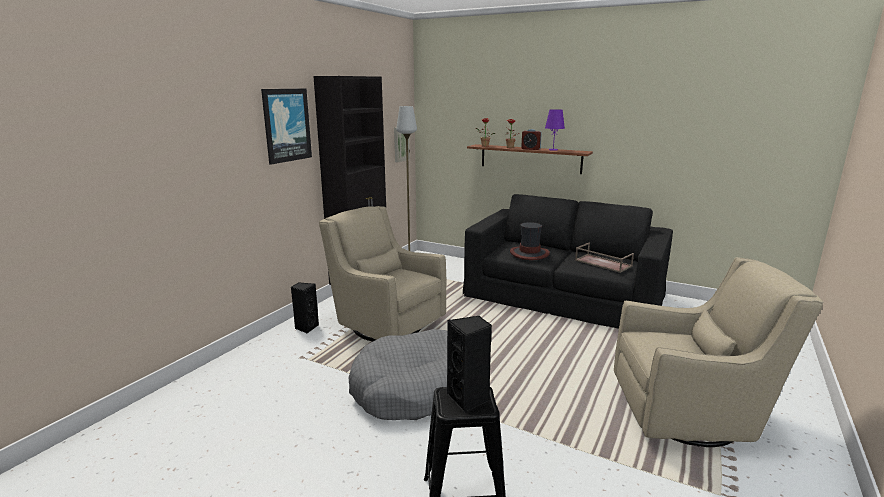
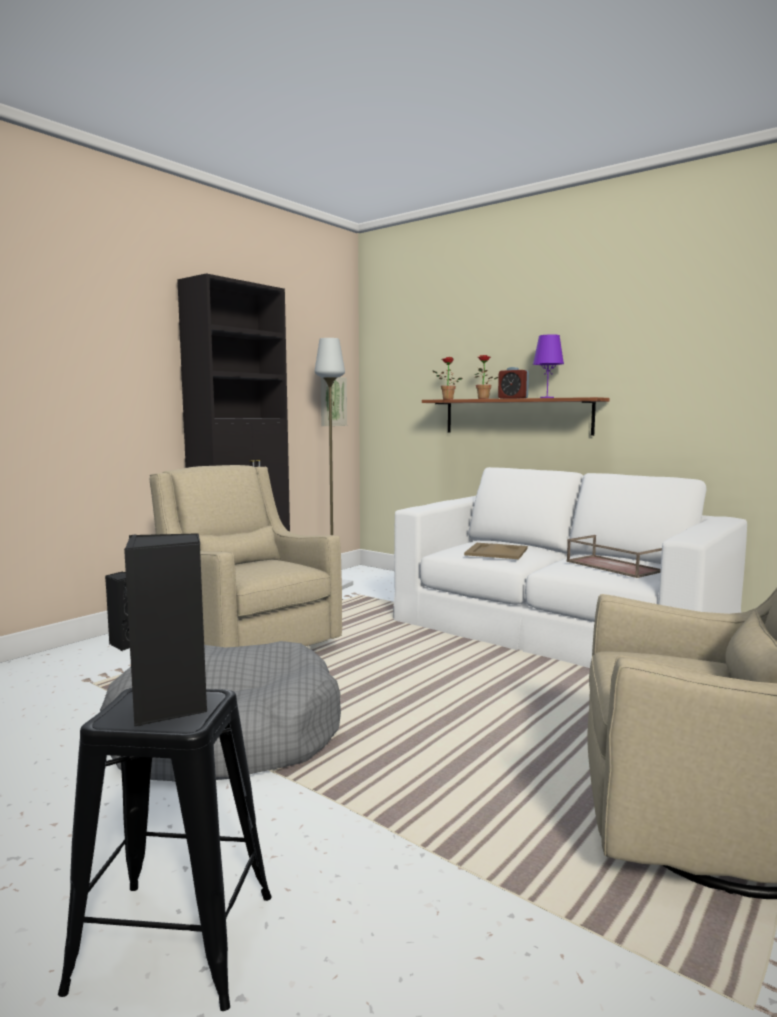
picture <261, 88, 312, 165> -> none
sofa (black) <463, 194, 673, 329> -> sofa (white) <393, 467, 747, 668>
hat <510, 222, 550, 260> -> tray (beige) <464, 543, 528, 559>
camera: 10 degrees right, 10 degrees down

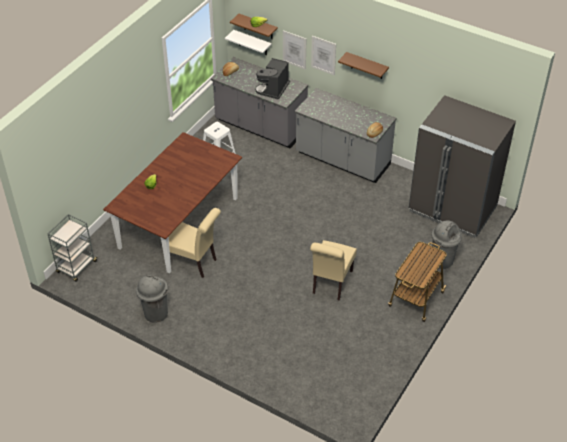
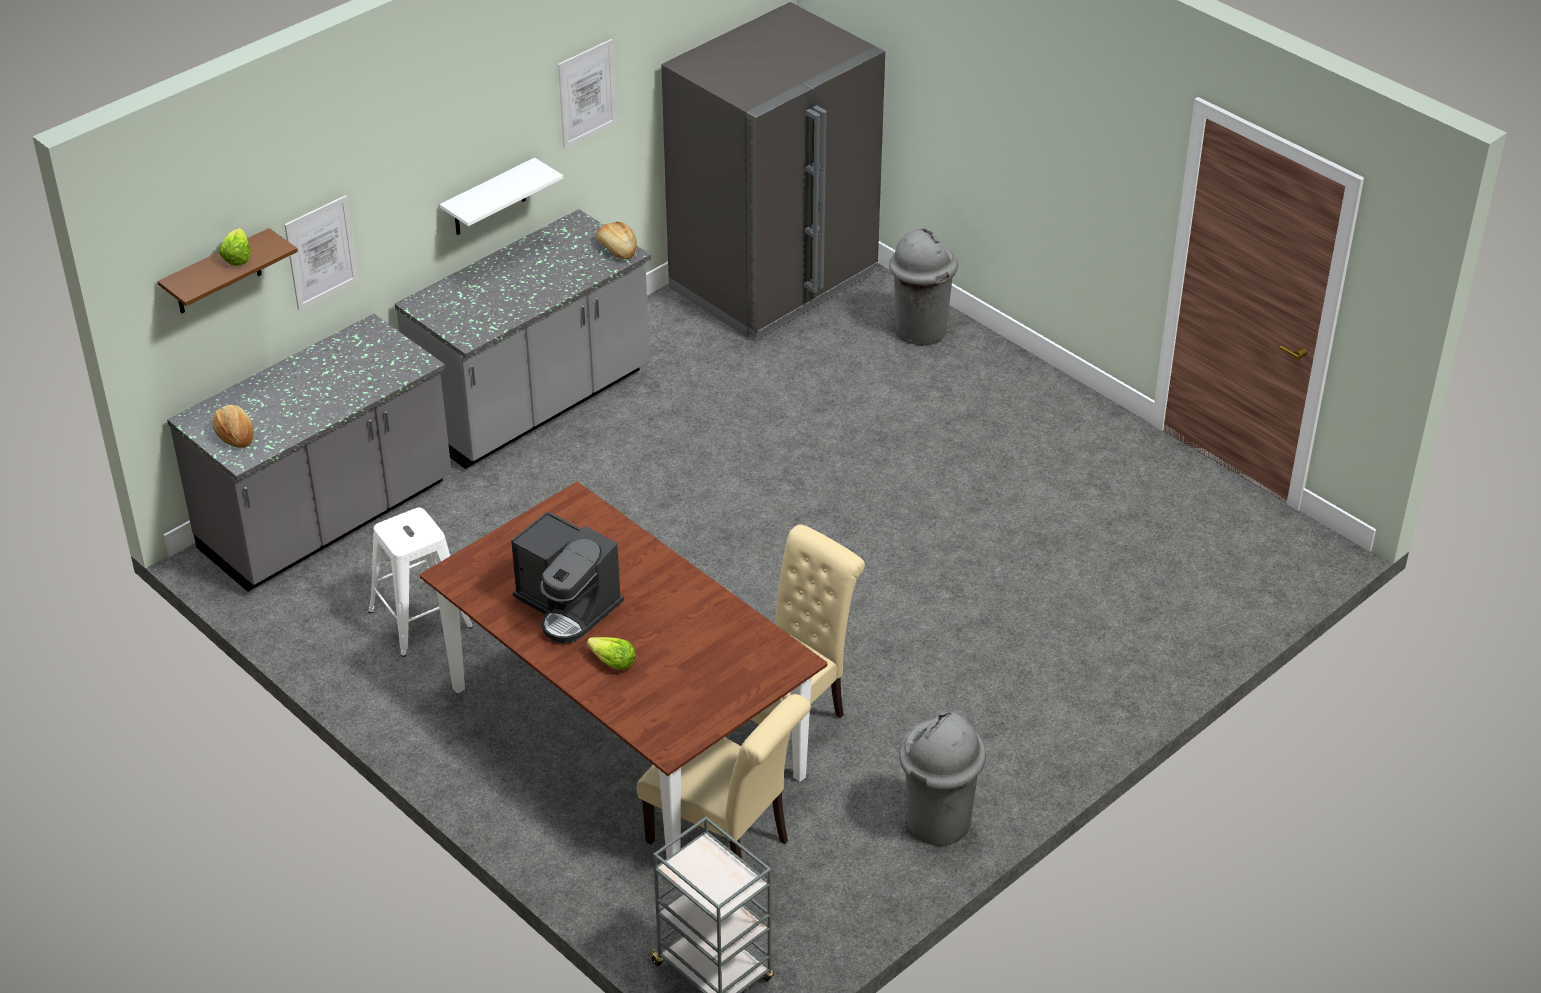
shelf (white) <225, 30, 272, 55> -> shelf (white) <440, 158, 563, 235>, relocated
coffee machine <255, 58, 290, 99> -> coffee machine <511, 511, 624, 643>, relocated
chair (beige) <310, 240, 357, 300> -> chair (beige) <637, 694, 811, 859>, relocated
picture <311, 36, 336, 75> -> picture <558, 39, 617, 149>, relocated
shelf (brown) <338, 52, 389, 79> -> none
cart <388, 242, 447, 322> -> none
camera: 75 degrees left, 5 degrees down

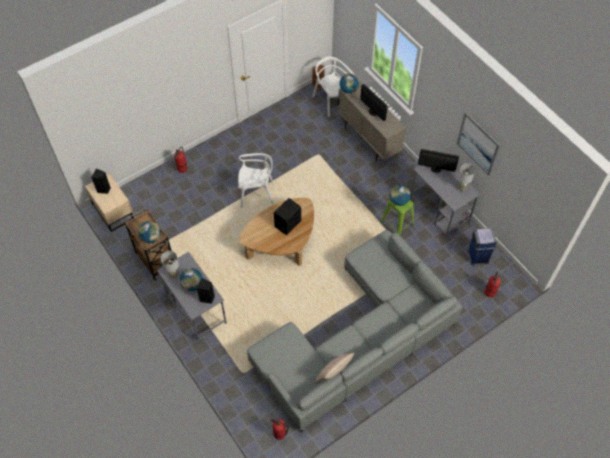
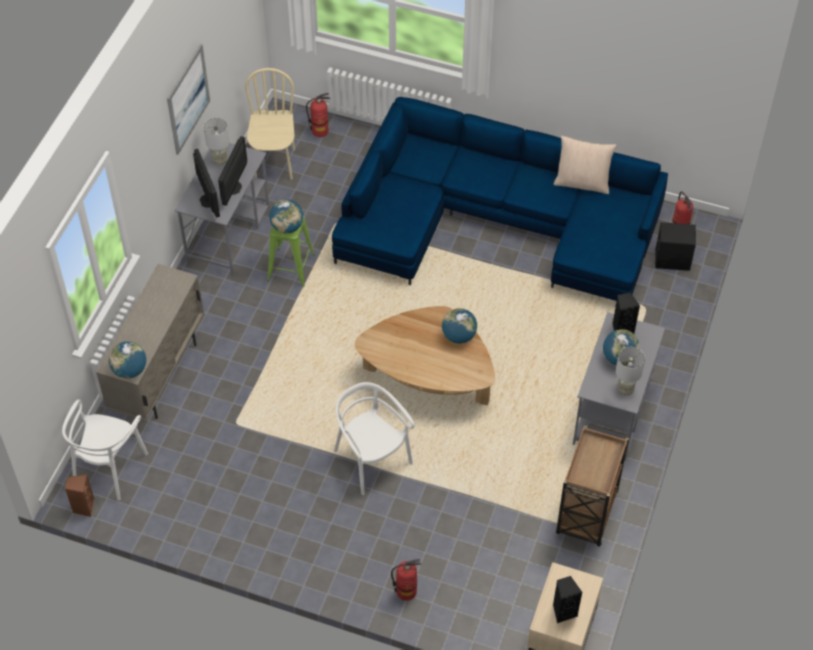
globe <138, 221, 161, 243> -> globe <442, 308, 477, 344>, relocated
sofa (grey) <247, 230, 462, 432> -> sofa (blue) <332, 97, 668, 301>
speaker (black) <274, 198, 301, 235> -> speaker (black) <655, 222, 696, 271>, relocated
monitor <360, 84, 388, 121> -> monitor <218, 136, 247, 206>, relocated
trash can (blue) <468, 228, 497, 265> -> chair (beige) <245, 68, 295, 180>
camera: 125 degrees left, 5 degrees down

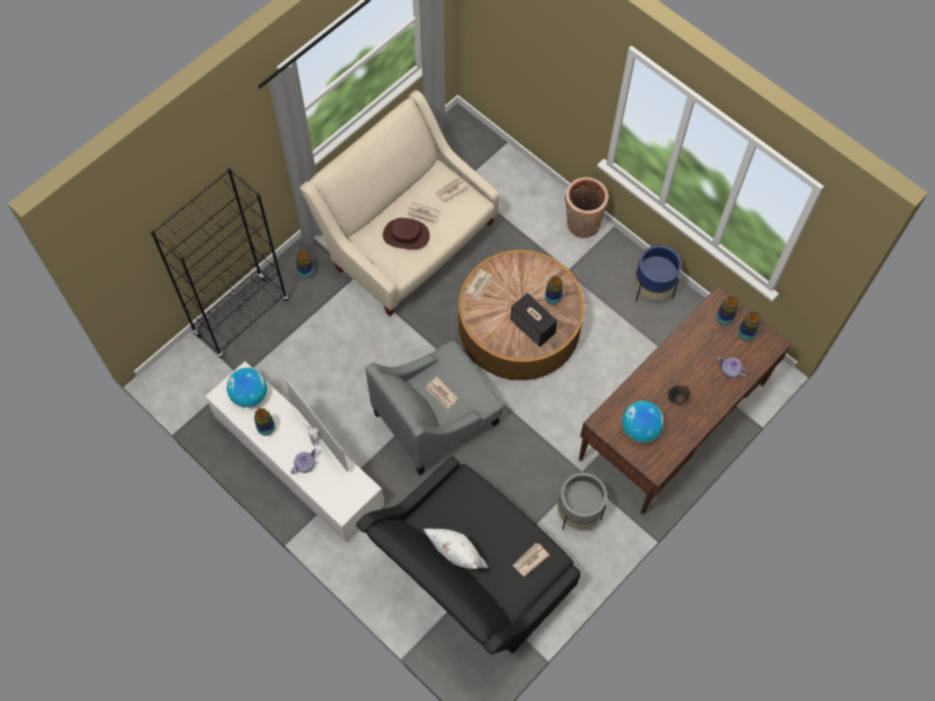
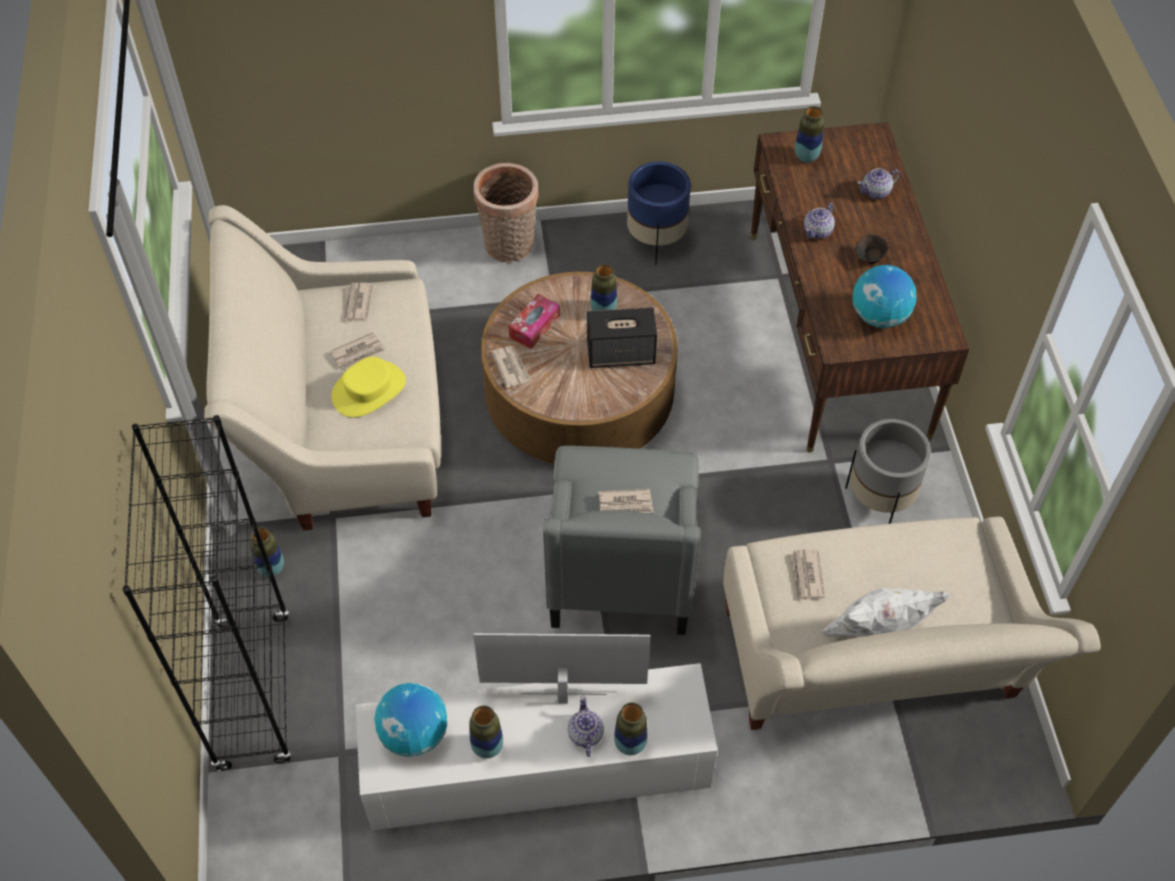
sofa (black) <356, 457, 581, 655> -> sofa (beige) <723, 516, 1101, 730>
hat (brown) <383, 218, 430, 249> -> hat (yellow) <331, 356, 406, 417>
newspaper <513, 543, 550, 577> -> newspaper <789, 549, 825, 601>, relocated
vase <738, 312, 761, 341> -> vase <614, 702, 647, 755>, relocated
none -> tissue box <508, 294, 560, 349>
none -> teapot <804, 203, 835, 239>
camera: 50 degrees left, 10 degrees down

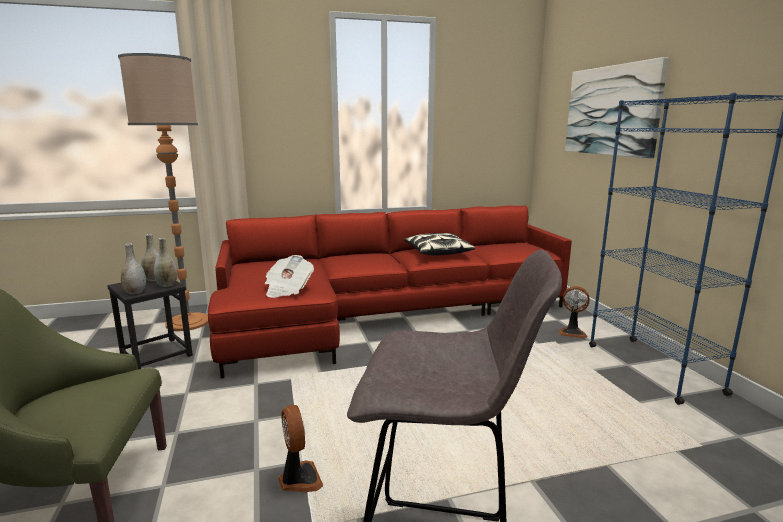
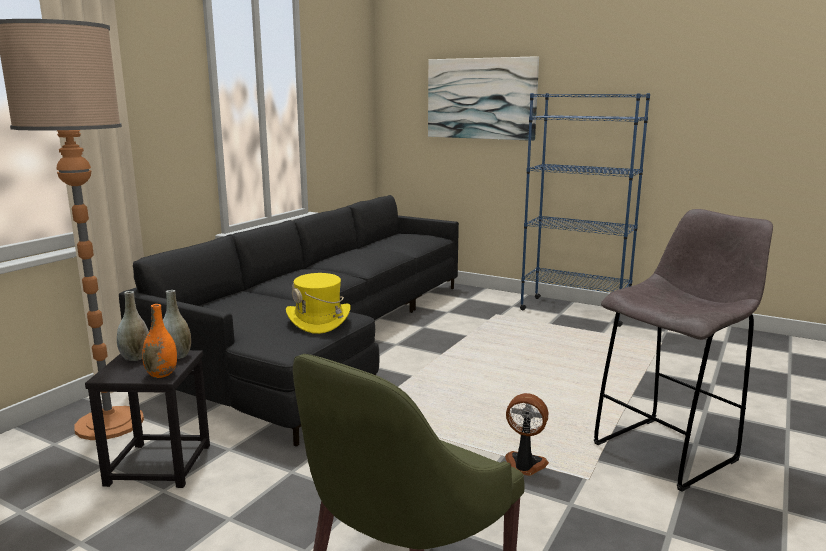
vase (grey) <121, 243, 146, 294> -> vase (orange) <142, 304, 177, 378>
sofa (red) <208, 205, 572, 378> -> sofa (black) <119, 195, 459, 447>
newspaper <265, 255, 314, 298> -> hat (yellow) <286, 273, 351, 334>
pillow <404, 233, 475, 255> -> none
fan <558, 286, 590, 338> -> none
camera: 45 degrees left, 0 degrees up

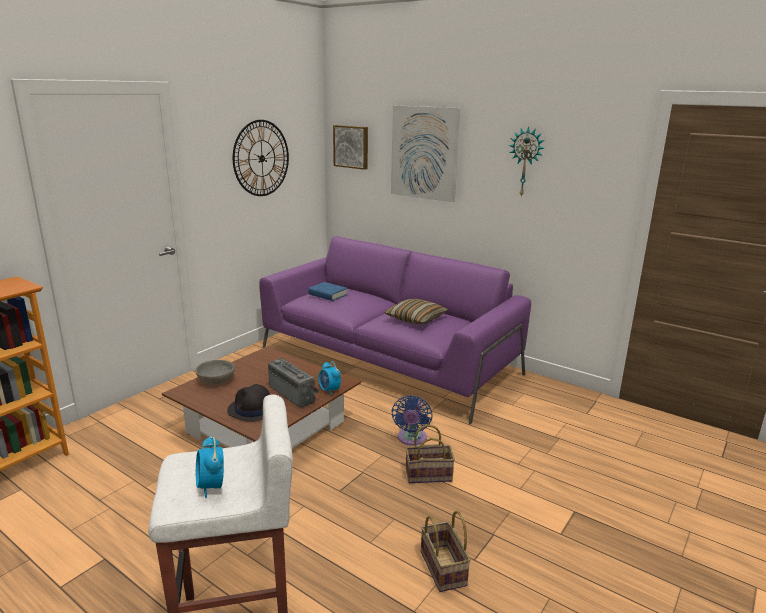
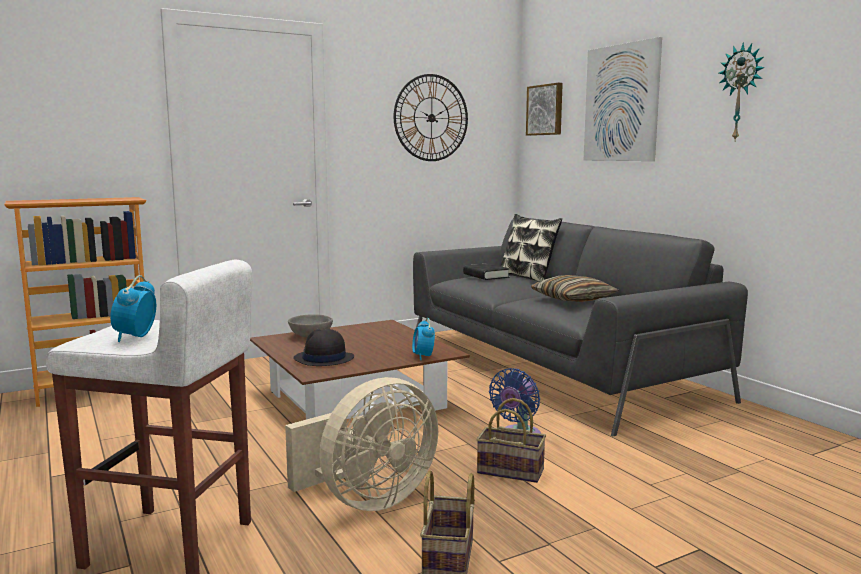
sofa (purple) <259, 236, 531, 424> -> sofa (grey) <413, 218, 748, 436>
radio <268, 358, 320, 407> -> none
book (blue) <308, 282, 348, 301> -> book (black) <463, 263, 510, 280>
none -> fan (beige) <285, 377, 438, 511>
none -> pillow <501, 214, 562, 282>
camera: 25 degrees right, 10 degrees down

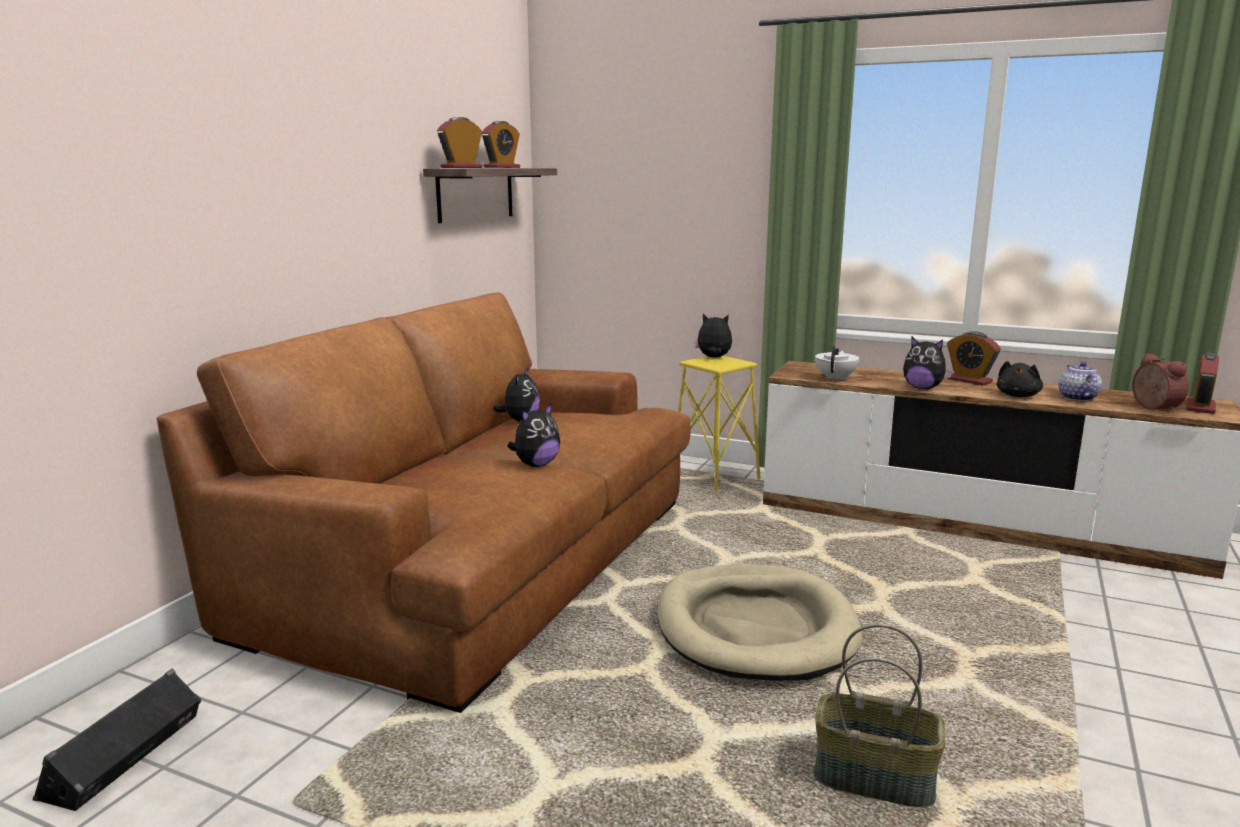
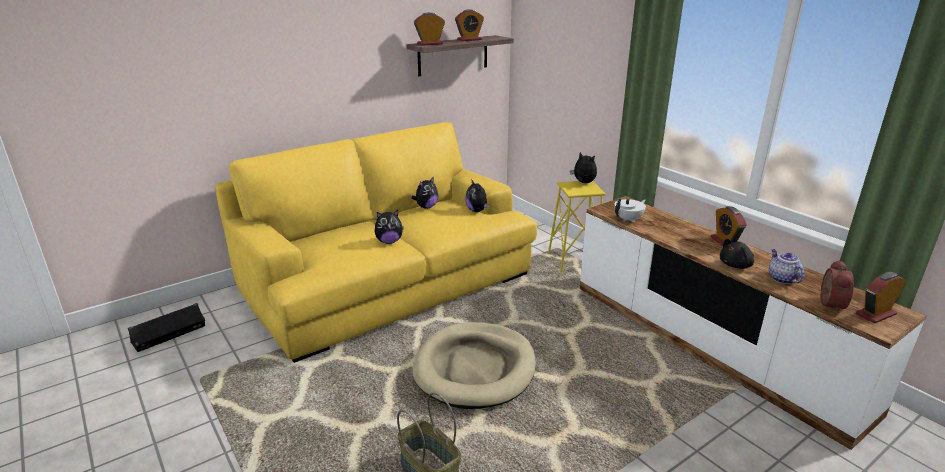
sofa (brown) <157, 293, 691, 713> -> sofa (yellow) <215, 122, 537, 363>
plush toy <903, 337, 952, 389> -> plush toy <465, 179, 489, 212>, relocated
teapot <1059, 362, 1102, 401> -> teapot <769, 249, 805, 284>, 45 degrees counterclockwise
camera: 30 degrees right, 10 degrees up

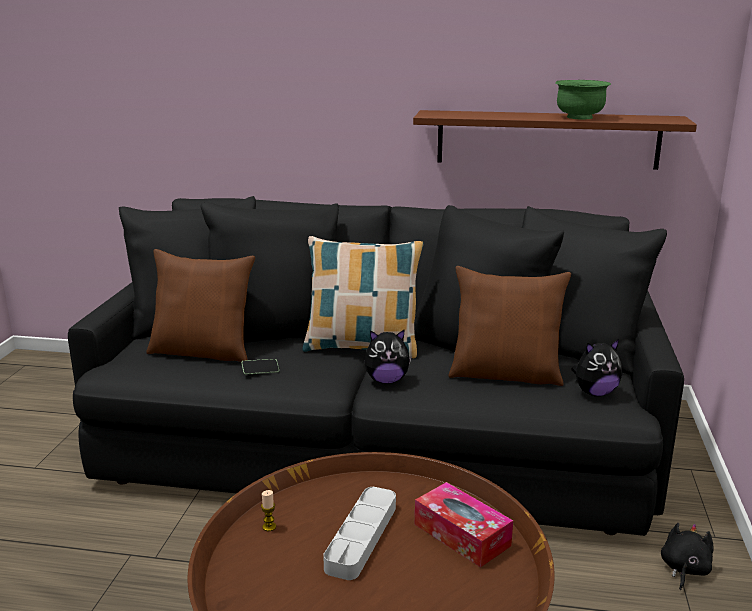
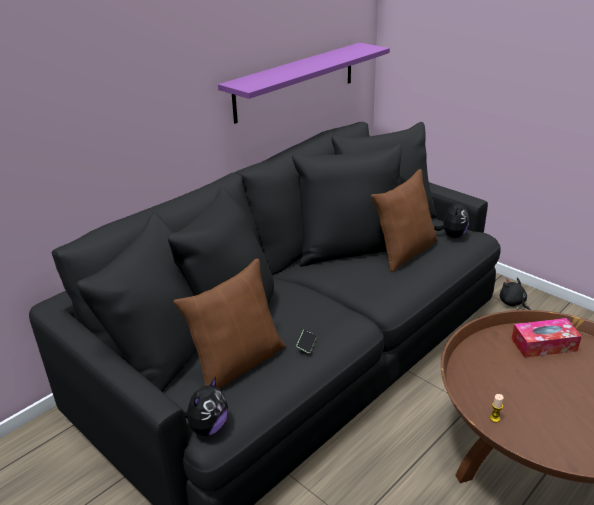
pillow <302, 236, 423, 358> -> none
tray (grey) <323, 487, 396, 580> -> none
plush toy <364, 329, 412, 384> -> plush toy <184, 377, 228, 436>, relocated
shelf (brown) <413, 110, 697, 170> -> shelf (purple) <218, 43, 390, 123>
bowl (green) <555, 80, 611, 120> -> none
camera: 55 degrees left, 10 degrees up

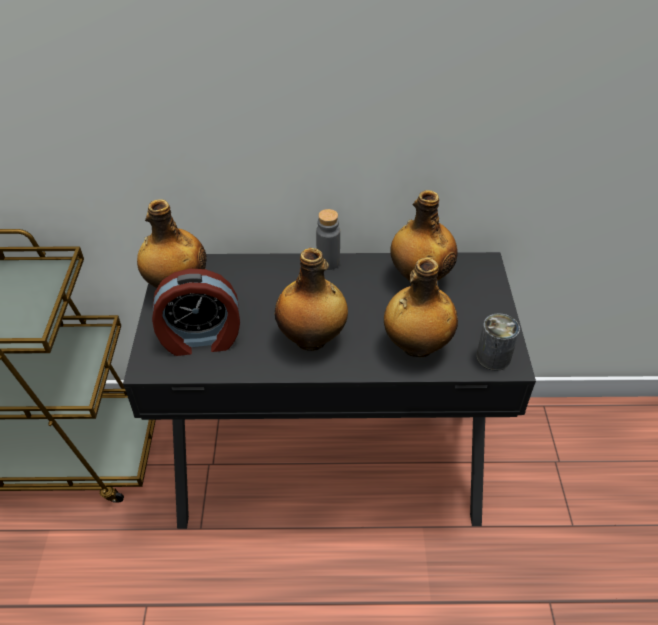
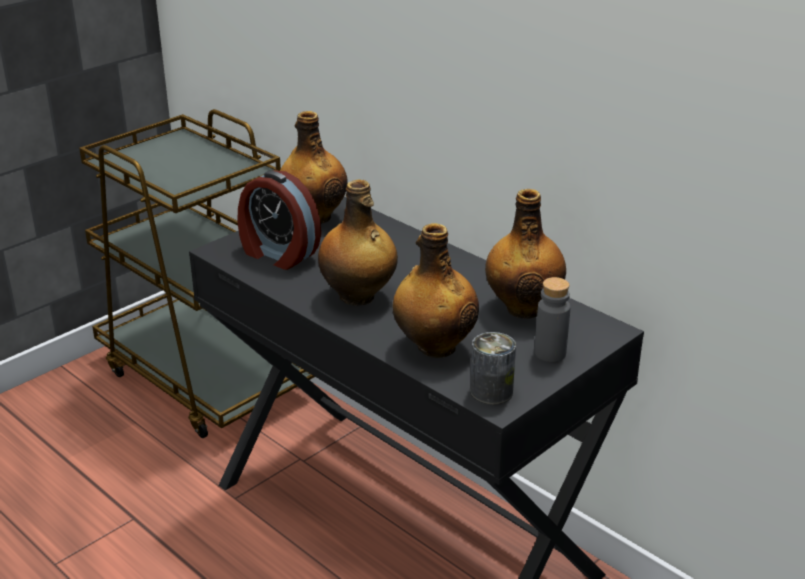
bottle (grey) <316, 209, 340, 270> -> bottle (grey) <535, 277, 570, 362>, relocated
camera: 45 degrees right, 15 degrees down

